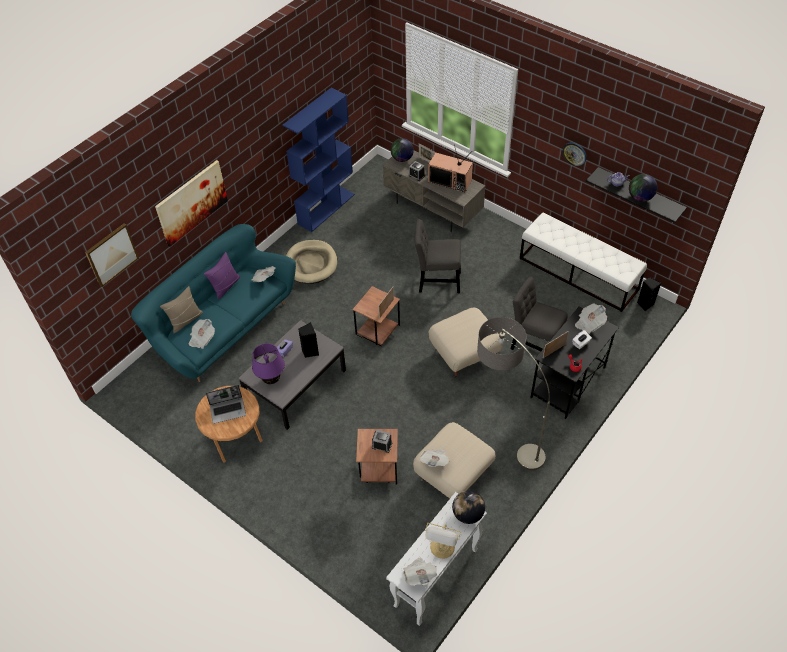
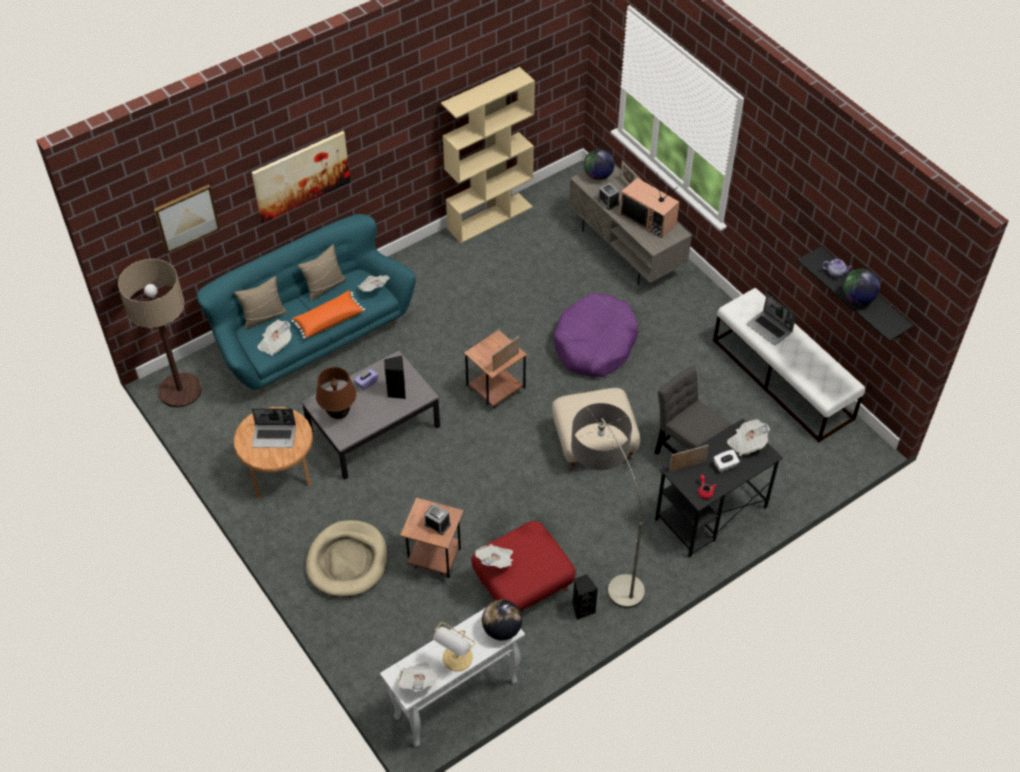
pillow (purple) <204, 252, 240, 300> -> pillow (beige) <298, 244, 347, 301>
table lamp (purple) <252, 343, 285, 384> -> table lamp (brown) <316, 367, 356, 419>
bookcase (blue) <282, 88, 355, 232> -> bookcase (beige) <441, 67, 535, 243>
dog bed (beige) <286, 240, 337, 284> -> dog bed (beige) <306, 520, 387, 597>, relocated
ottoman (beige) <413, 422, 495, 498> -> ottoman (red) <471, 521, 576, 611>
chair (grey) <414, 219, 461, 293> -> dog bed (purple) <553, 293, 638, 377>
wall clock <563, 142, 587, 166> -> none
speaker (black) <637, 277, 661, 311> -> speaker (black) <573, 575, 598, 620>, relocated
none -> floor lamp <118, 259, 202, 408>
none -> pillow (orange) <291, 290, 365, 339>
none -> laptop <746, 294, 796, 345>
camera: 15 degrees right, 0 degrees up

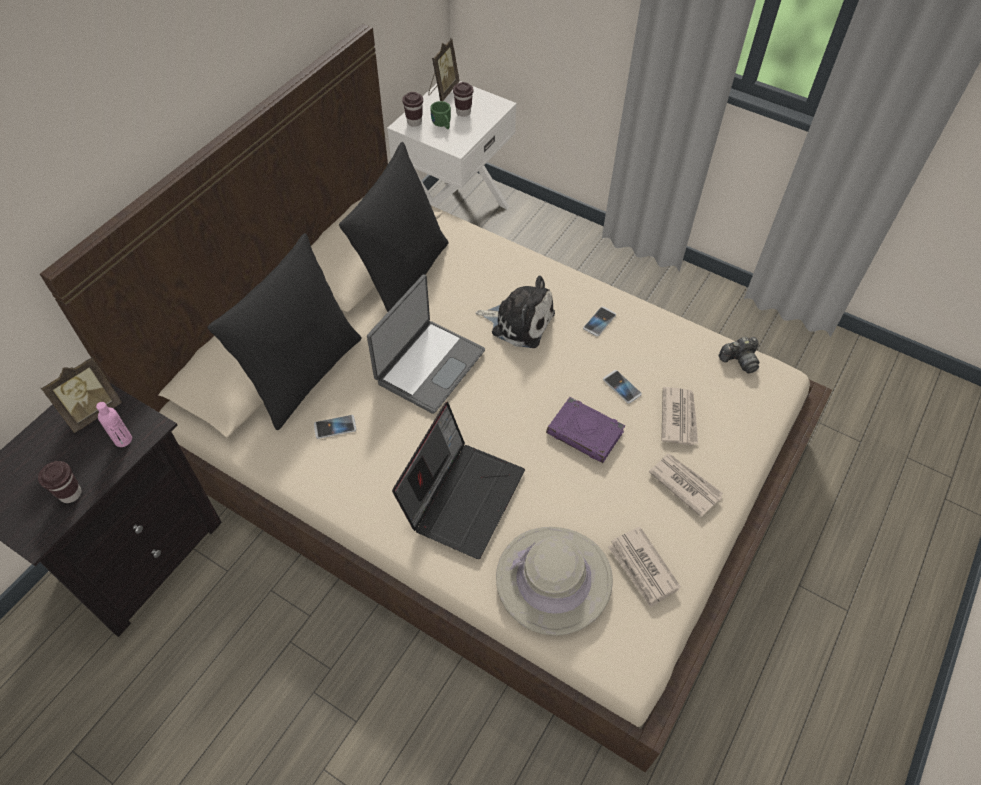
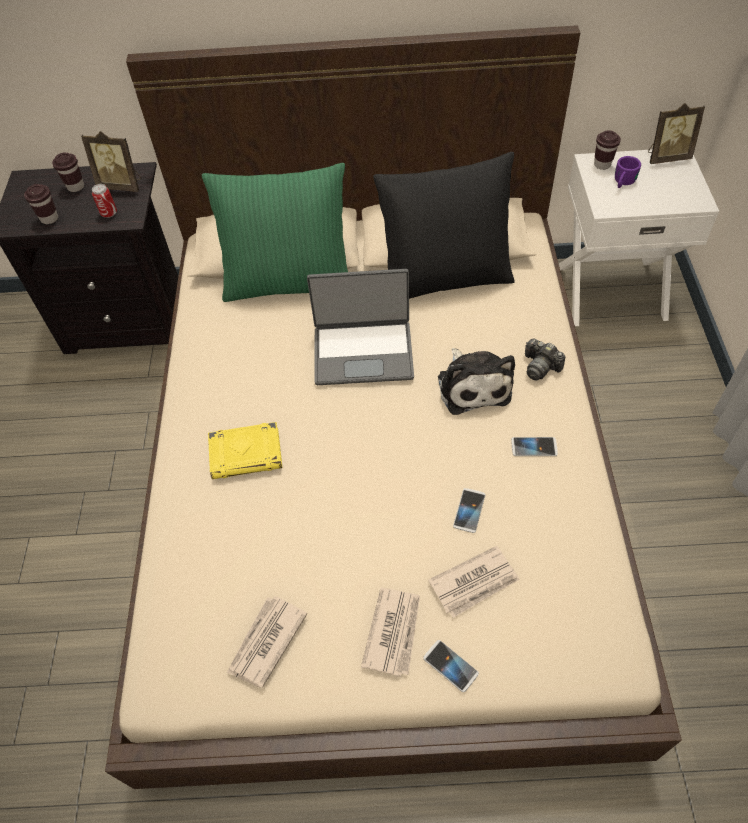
bottle (pink) <96, 402, 132, 447> -> can <92, 184, 117, 218>
pillow (black) <207, 233, 362, 430> -> pillow (green) <202, 163, 348, 302>
phone <314, 415, 356, 439> -> phone <423, 640, 479, 692>, relocated
laptop <392, 402, 525, 559> -> book (yellow) <208, 422, 282, 479>
mug (green) <430, 101, 451, 129> -> mug (purple) <615, 156, 641, 188>
cup (brown) <453, 82, 473, 117> -> cup (brown) <52, 152, 84, 192>, relocated
hat (beige) <496, 527, 613, 635> -> none
book (purple) <546, 397, 625, 463> -> none
photo camera <719, 337, 759, 373> -> photo camera <525, 338, 566, 381>, relocated
camera: 60 degrees right, 0 degrees up

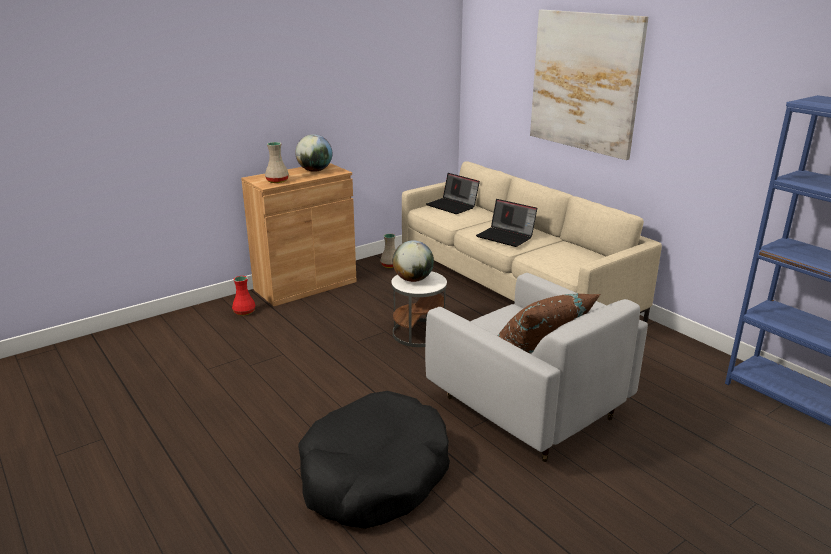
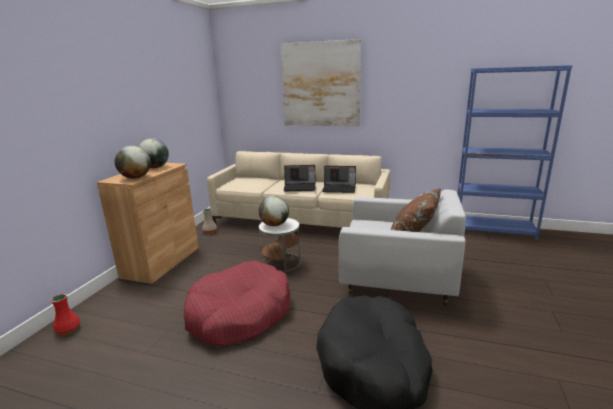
vase (red) <232, 276, 256, 316> -> vase (red) <50, 294, 80, 335>, relocated
vase (beige) <265, 142, 289, 183> -> globe <114, 146, 151, 179>
laptop <426, 173, 480, 214> -> laptop <322, 166, 356, 193>, relocated
none -> dog bed (red) <184, 261, 291, 346>
camera: 35 degrees left, 5 degrees down

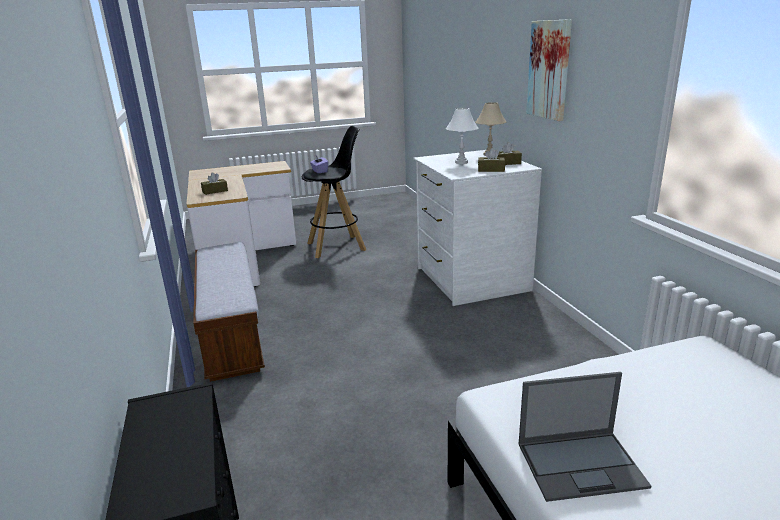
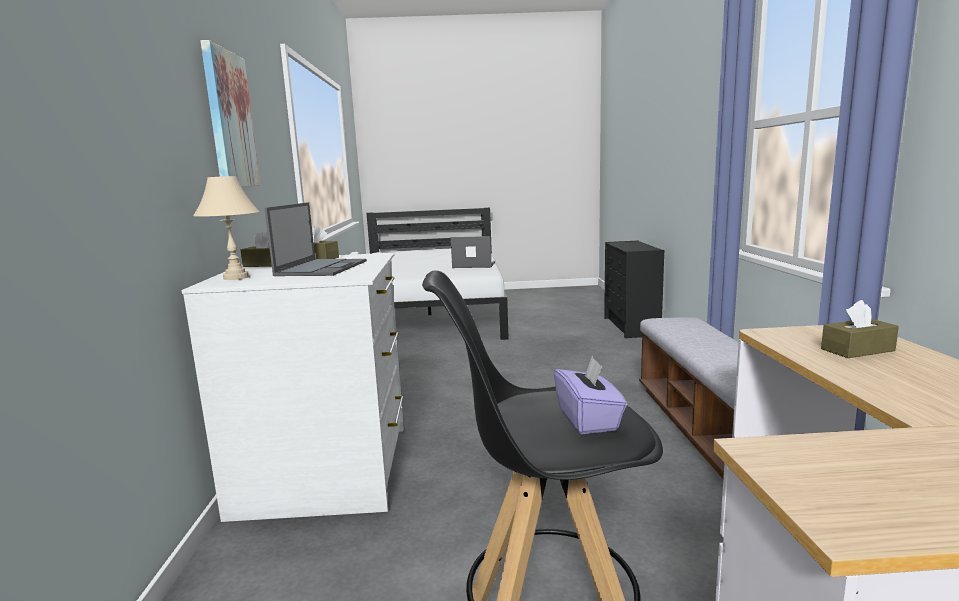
table lamp (white) <446, 108, 479, 164> -> laptop <264, 202, 367, 276>
camera: 165 degrees left, 10 degrees down

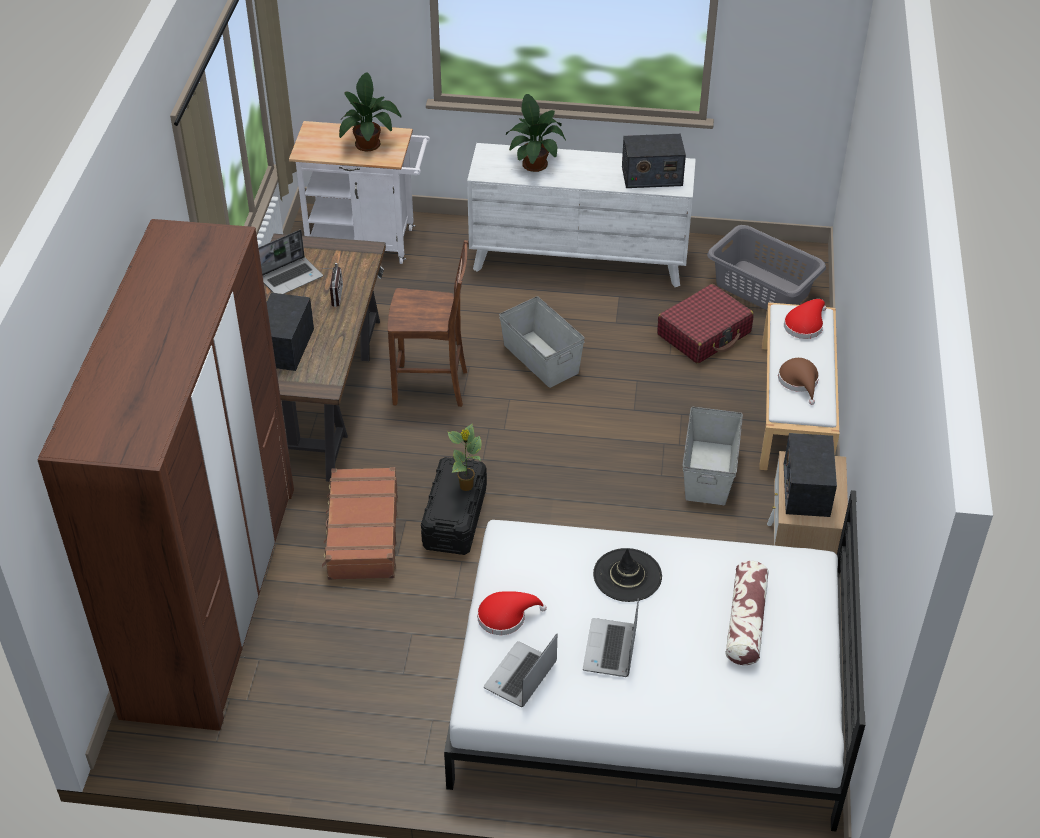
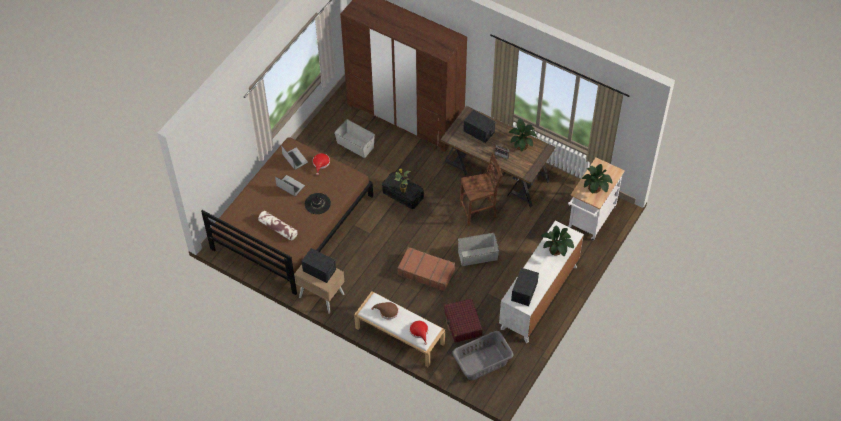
laptop <258, 230, 323, 294> -> potted plant <508, 118, 537, 152>
suitcase (brown) <322, 467, 398, 580> -> suitcase (brown) <397, 247, 455, 291>, relocated
chair (brown) <388, 240, 468, 407> -> chair (brown) <460, 153, 503, 226>, 135 degrees counterclockwise
bed (white) <444, 490, 866, 832> -> bed (brown) <201, 137, 373, 295>
storage box (grey) <683, 407, 743, 505> -> storage box (grey) <334, 119, 375, 158>, relocated
camera: 115 degrees right, 10 degrees up

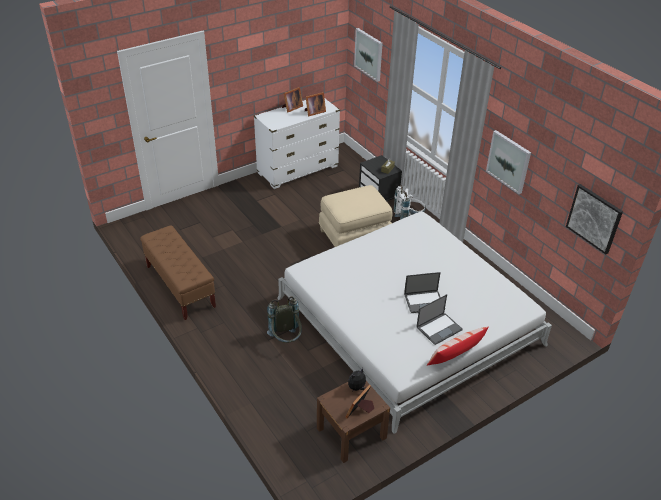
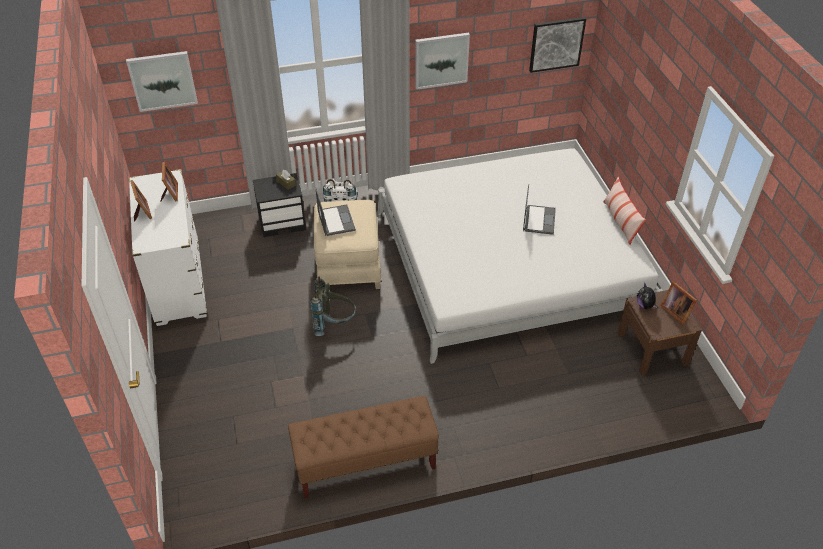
backpack (grey) <267, 297, 302, 343> -> backpack (grey) <310, 276, 356, 336>, relocated
laptop <416, 294, 463, 345> -> laptop <316, 189, 356, 236>, relocated
camera: 70 degrees left, 5 degrees up

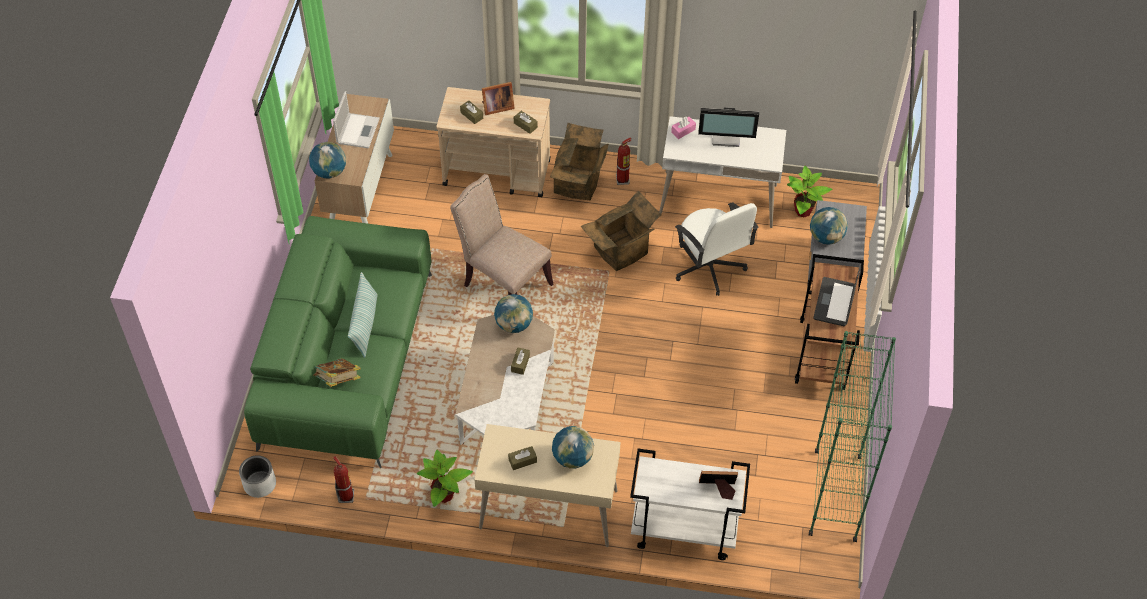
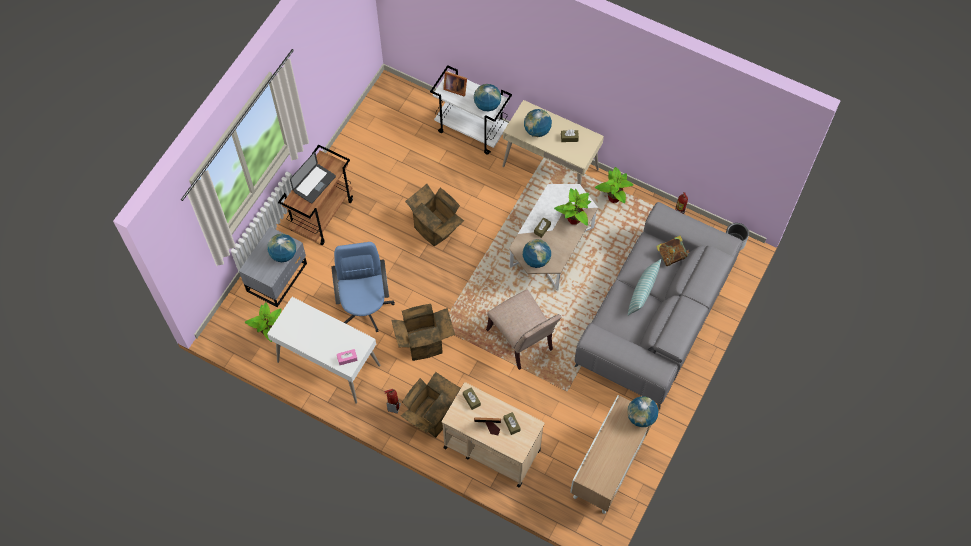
sofa (green) <244, 216, 432, 468> -> sofa (grey) <574, 202, 742, 409>
laptop <333, 91, 380, 148> -> none
office chair (white) <675, 202, 759, 296> -> office chair (blue) <331, 242, 395, 332>
monitor <698, 107, 759, 147> -> none
bookcase (green) <809, 331, 896, 542> -> none
none -> cardboard box <405, 184, 464, 246>
none -> globe <474, 84, 501, 111>
none -> potted plant <554, 188, 591, 226>
camera: 160 degrees left, 10 degrees up

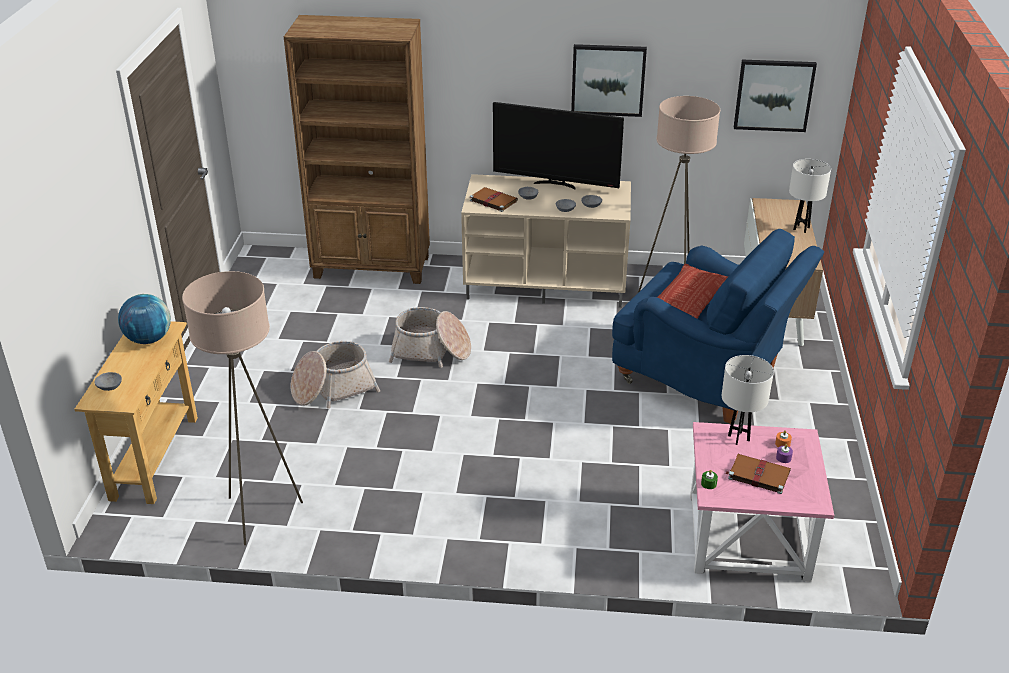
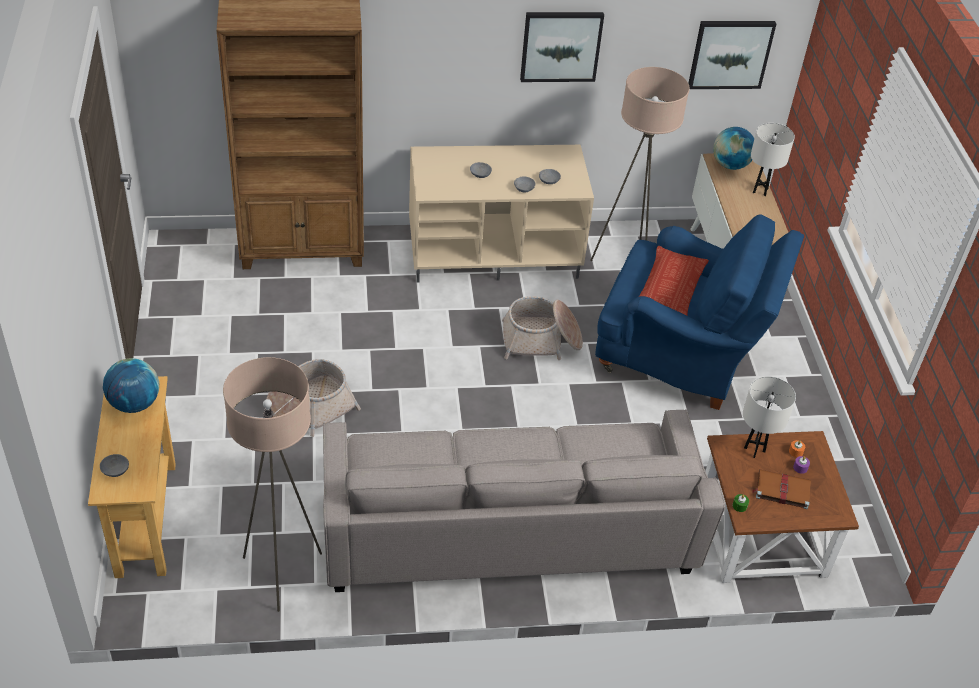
basket <389, 307, 471, 368> -> basket <502, 296, 583, 360>, relocated
book (brown) <470, 187, 518, 212> -> none
television <493, 102, 624, 189> -> none
side table (pink) <690, 422, 834, 581> -> side table (brown) <705, 431, 859, 583>
none -> sofa (grey) <323, 409, 725, 592>
none -> globe <713, 127, 754, 170>
camera: 15 degrees left, 10 degrees up

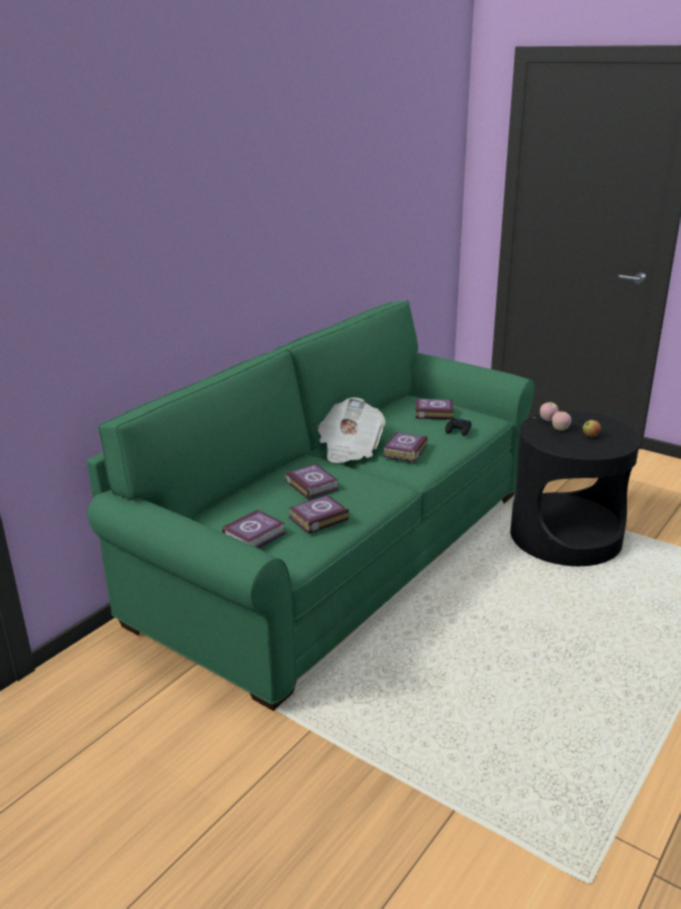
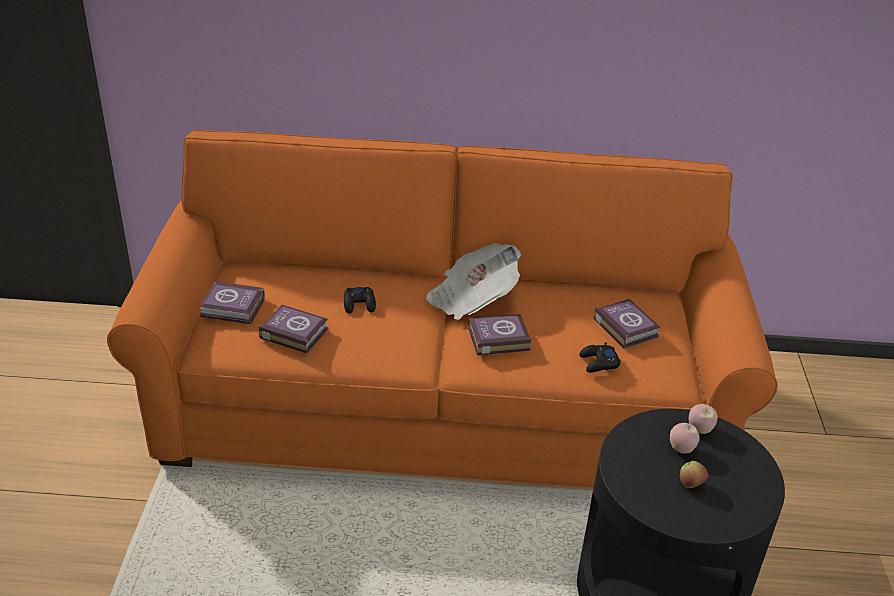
sofa (green) <87, 301, 535, 711> -> sofa (orange) <107, 130, 778, 488>
book <285, 464, 339, 500> -> game controller (black) <344, 287, 376, 314>
camera: 55 degrees right, 10 degrees up

